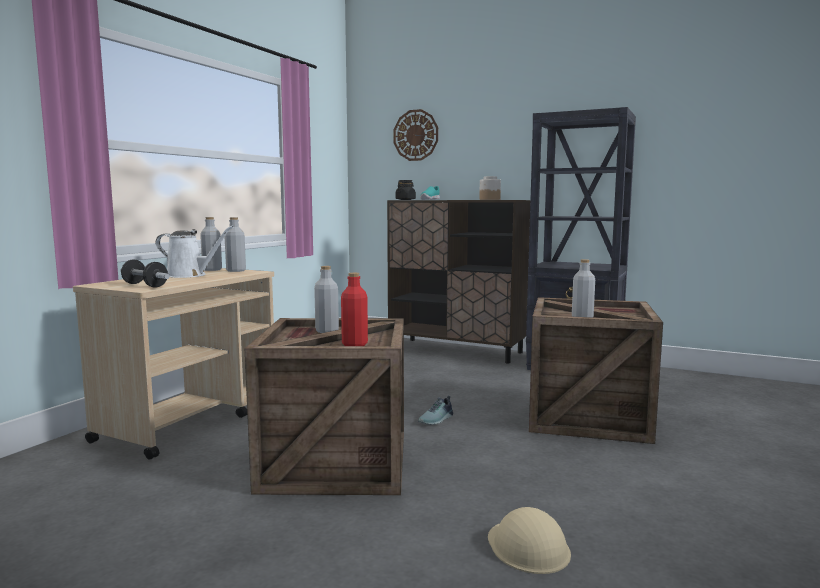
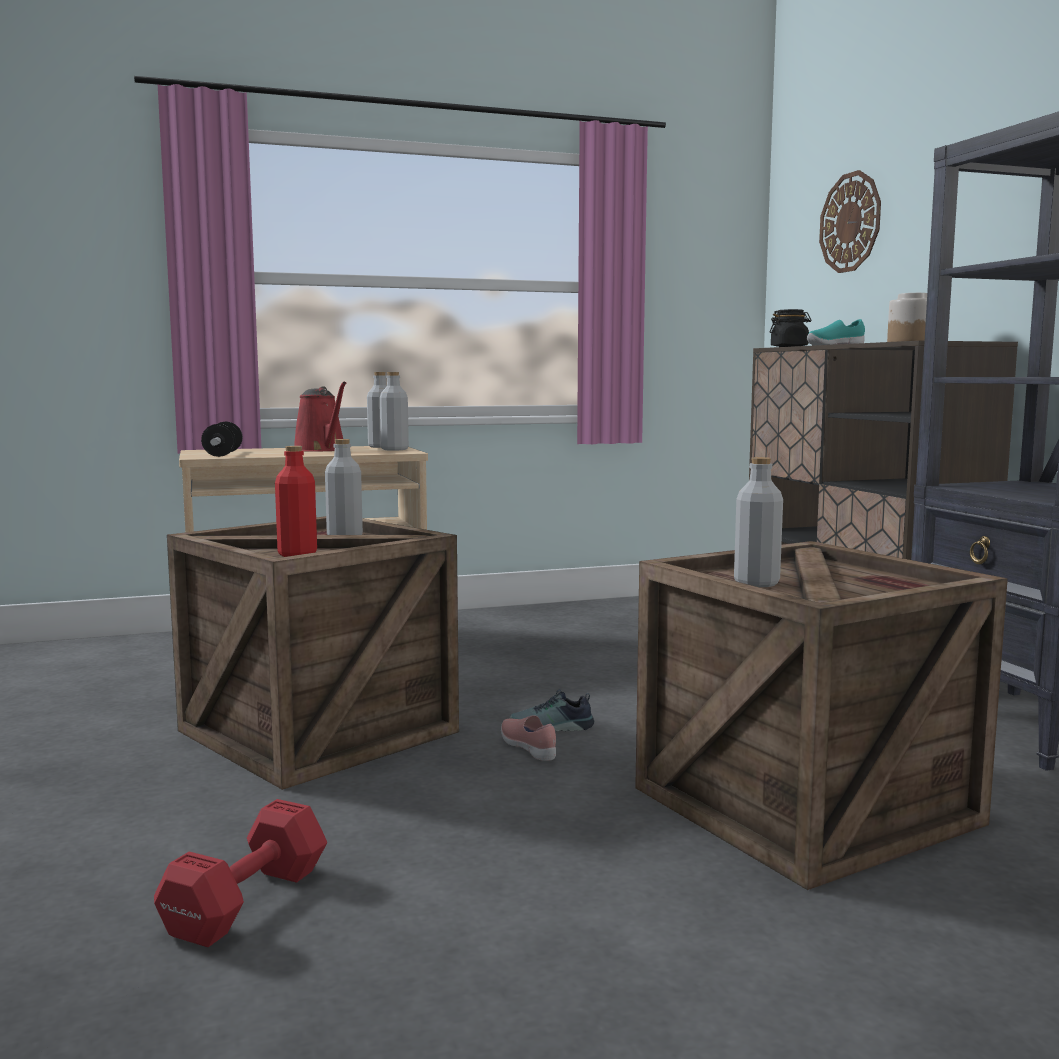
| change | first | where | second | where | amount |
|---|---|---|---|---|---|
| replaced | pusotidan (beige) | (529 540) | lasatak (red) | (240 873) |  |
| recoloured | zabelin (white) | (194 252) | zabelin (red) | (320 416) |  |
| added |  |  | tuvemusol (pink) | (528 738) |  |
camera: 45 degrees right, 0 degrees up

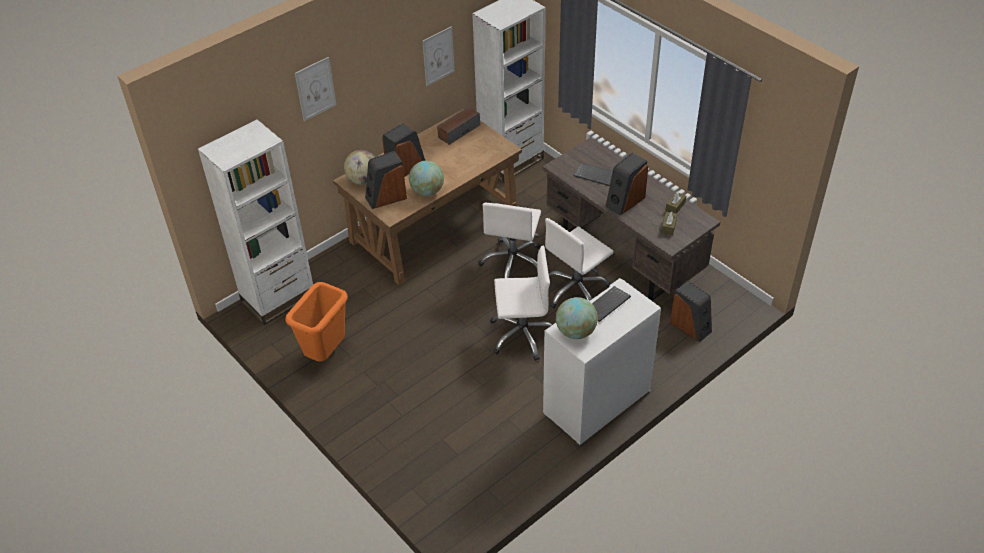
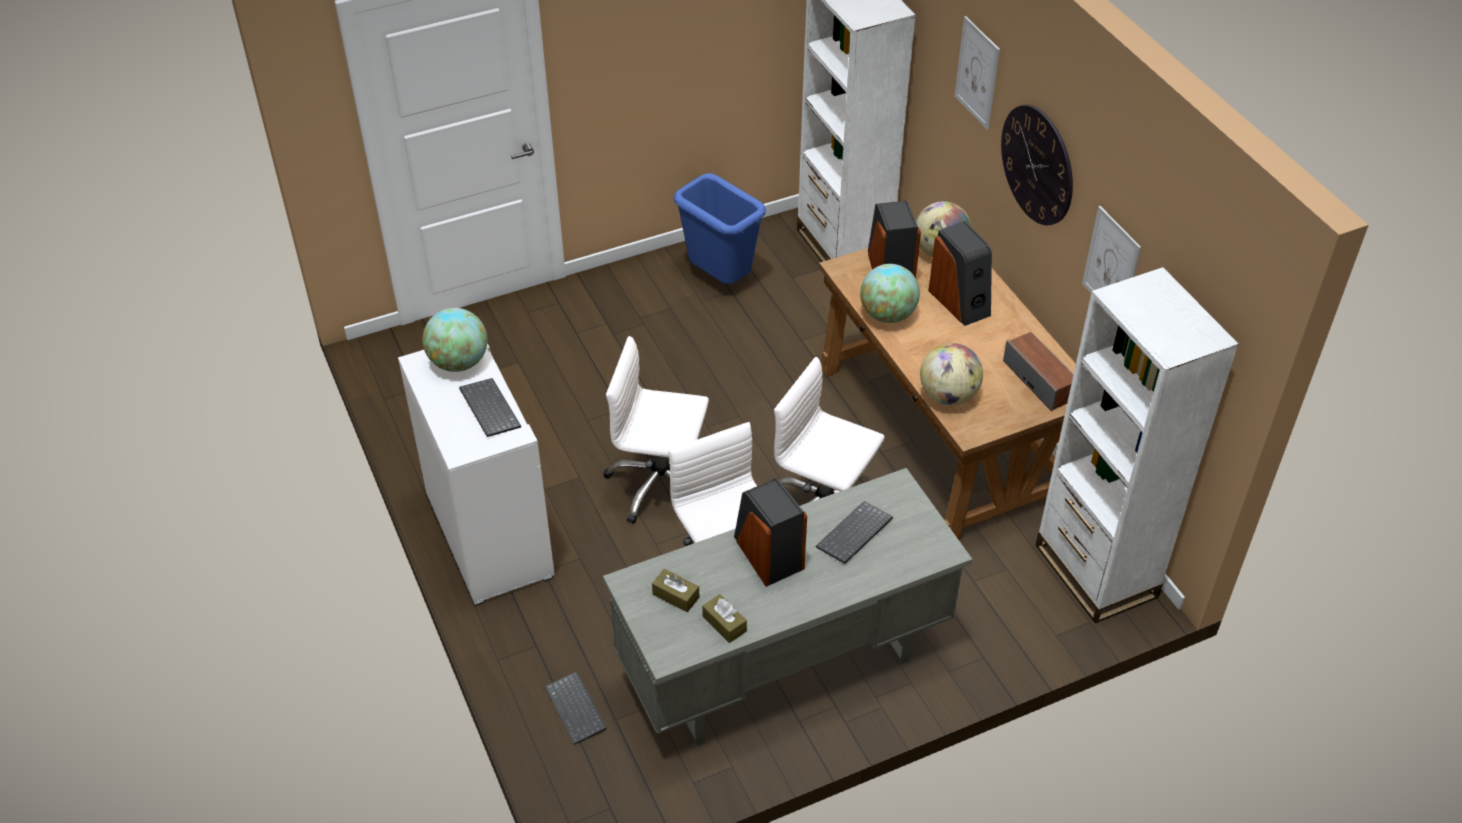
| change | first | where | second | where | amount |
|---|---|---|---|---|---|
| replaced | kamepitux | (691 311) | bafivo | (576 708) |  |
| turned | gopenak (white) | (521 303) |  | (656 430) | 90 degrees clockwise |
| recoloured | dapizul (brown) | (631 219) | dapizul (grey) | (787 607) |  |
| recoloured | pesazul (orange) | (316 322) | pesazul (blue) | (720 228) |  |
| added |  |  | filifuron | (951 374) |  |
| added |  |  | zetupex | (1037 165) |  |
camera: 105 degrees right, 0 degrees up

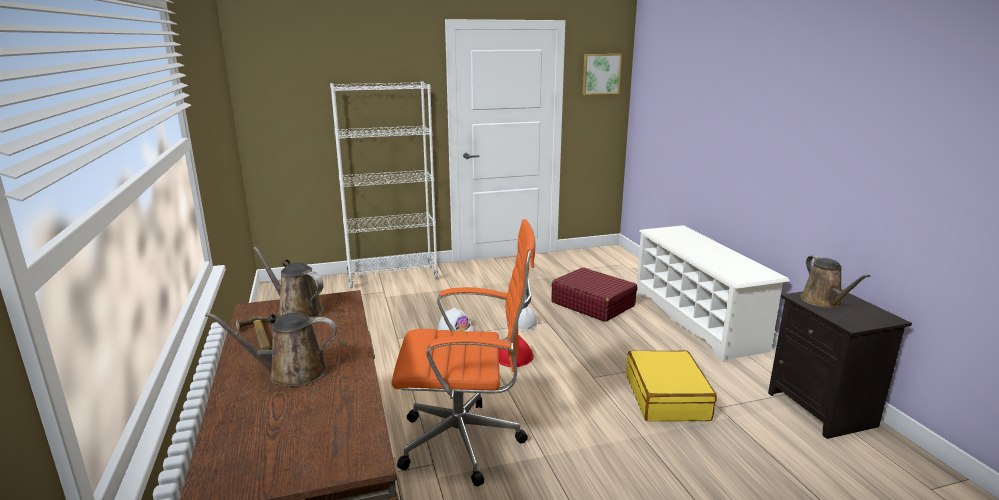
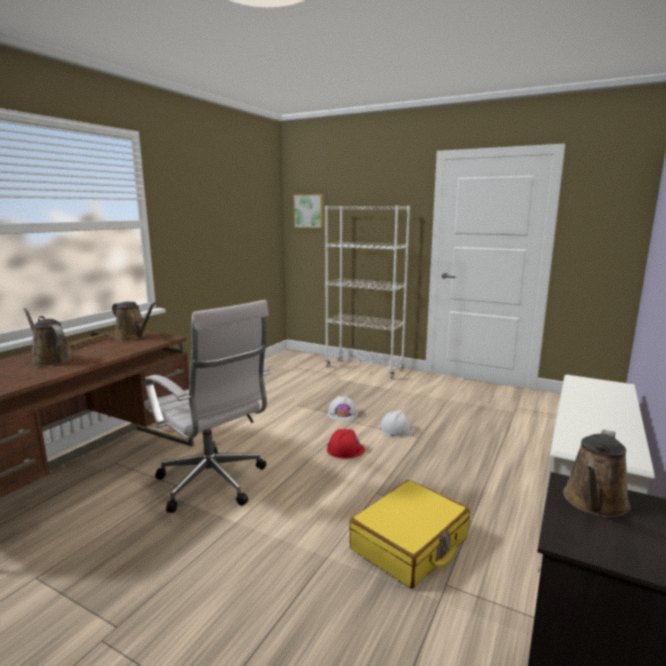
| change | first | where | second | where | amount |
|---|---|---|---|---|---|
| turned | zabelin (brown) | (288 282) |  | (134 321) | 135 degrees clockwise |
| recoloured | gopenak (orange) | (463 352) | gopenak (white) | (207 406) |  |
| moved | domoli | (602 74) |  | (308 211) |  |
| removed | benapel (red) | (594 295) |  |  |  |
camera: 45 degrees right, 5 degrees down

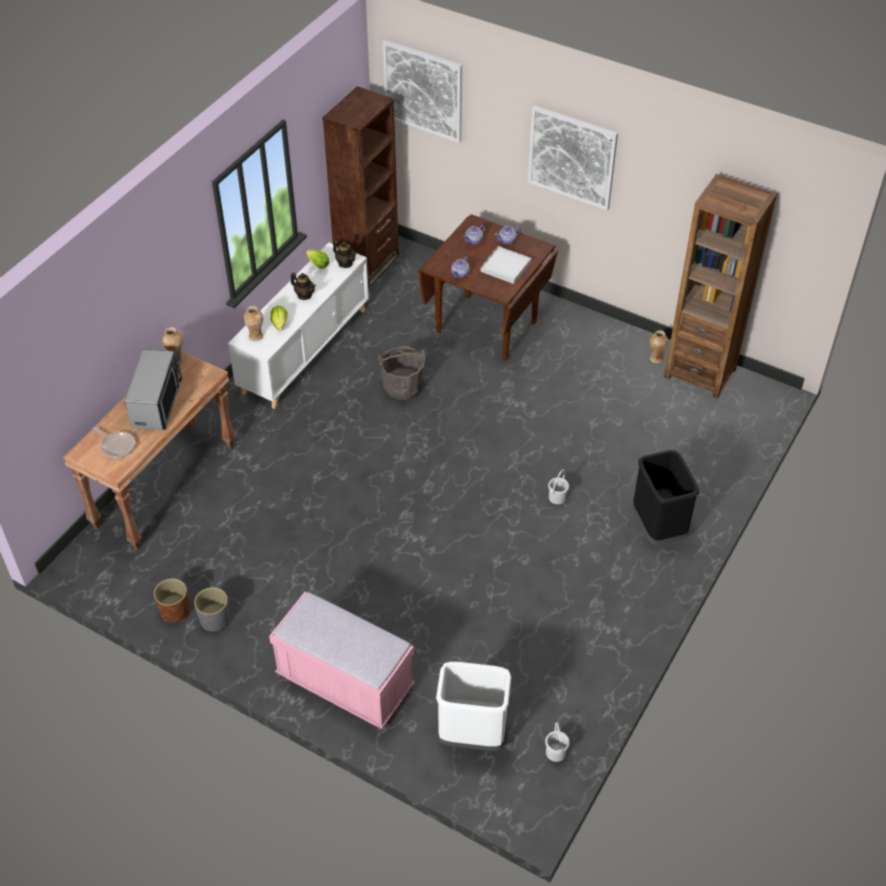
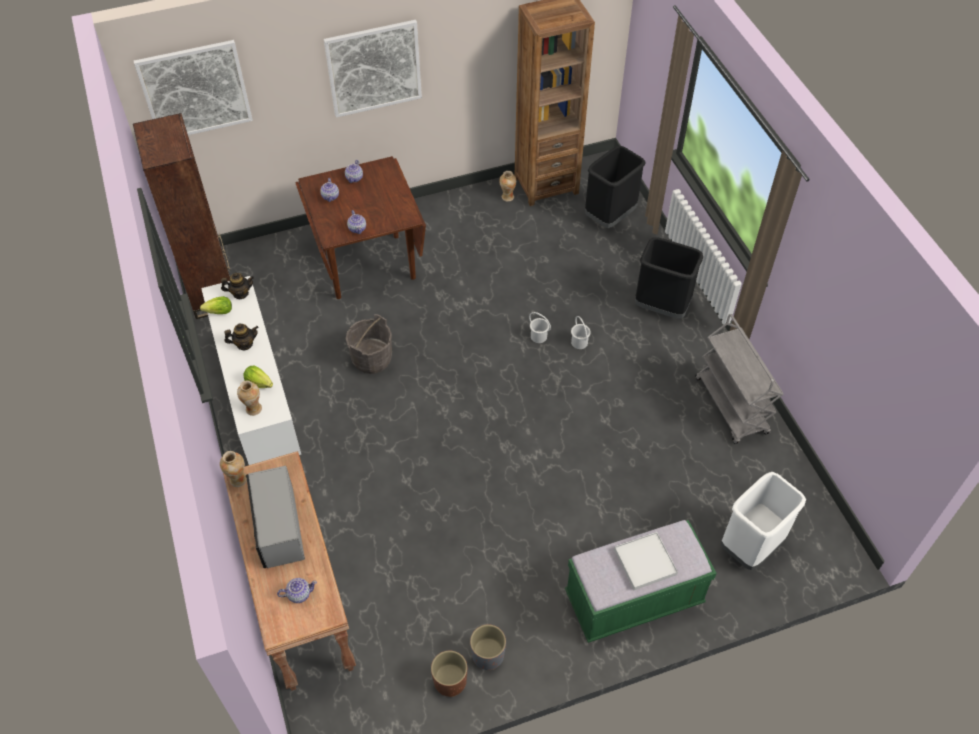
| change | first | where | second | where | amount |
|---|---|---|---|---|---|
| turned | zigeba | (153 389) |  | (275 517) | 150 degrees counterclockwise |
| replaced | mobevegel | (114 442) | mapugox | (297 590) |  |
| moved | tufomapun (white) | (557 742) |  | (540 327) |  |
| recoloured | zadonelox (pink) | (342 660) | zadonelox (green) | (641 581) |  |
| added |  |  | pesazul (black) | (615 187) |  |
| moved | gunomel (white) | (506 265) |  | (646 561) |  |
| added |  |  | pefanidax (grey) | (739 379) |  |
camera: 50 degrees left, 5 degrees up

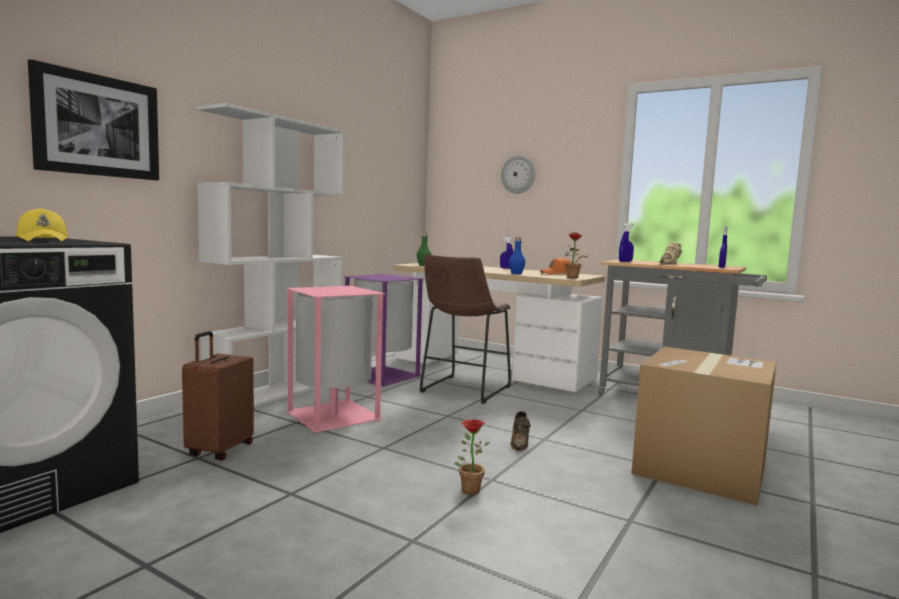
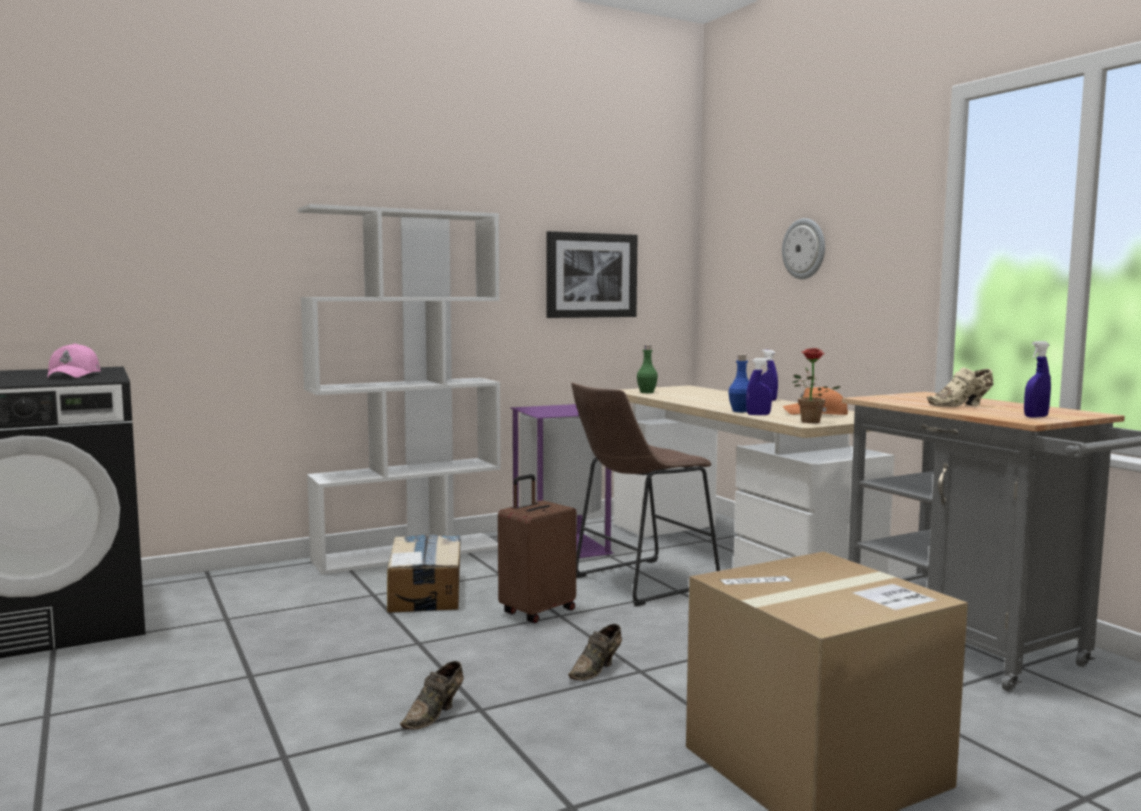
| change | first | where | second | where | amount |
|---|---|---|---|---|---|
| recoloured | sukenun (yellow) | (42 224) | sukenun (pink) | (74 360) |  |
| replaced | pesazul (pink) | (335 359) | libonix | (424 573) |  |
| replaced | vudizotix | (472 457) | tuvemusol (brown) | (432 695) |  |
| moved | benapel (brown) | (218 395) |  | (537 548) |  |
| moved | domoli | (93 120) |  | (592 274) |  |
| moved | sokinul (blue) | (626 243) |  | (759 386) |  |
camera: 30 degrees right, 0 degrees up

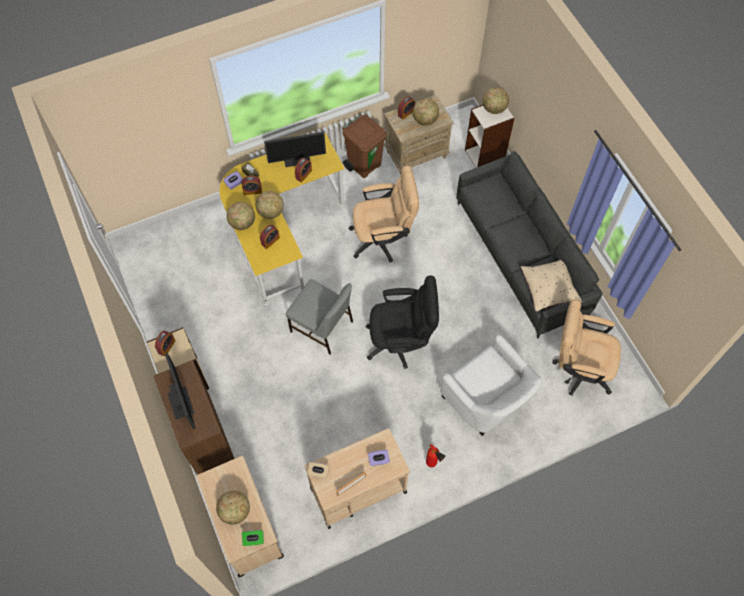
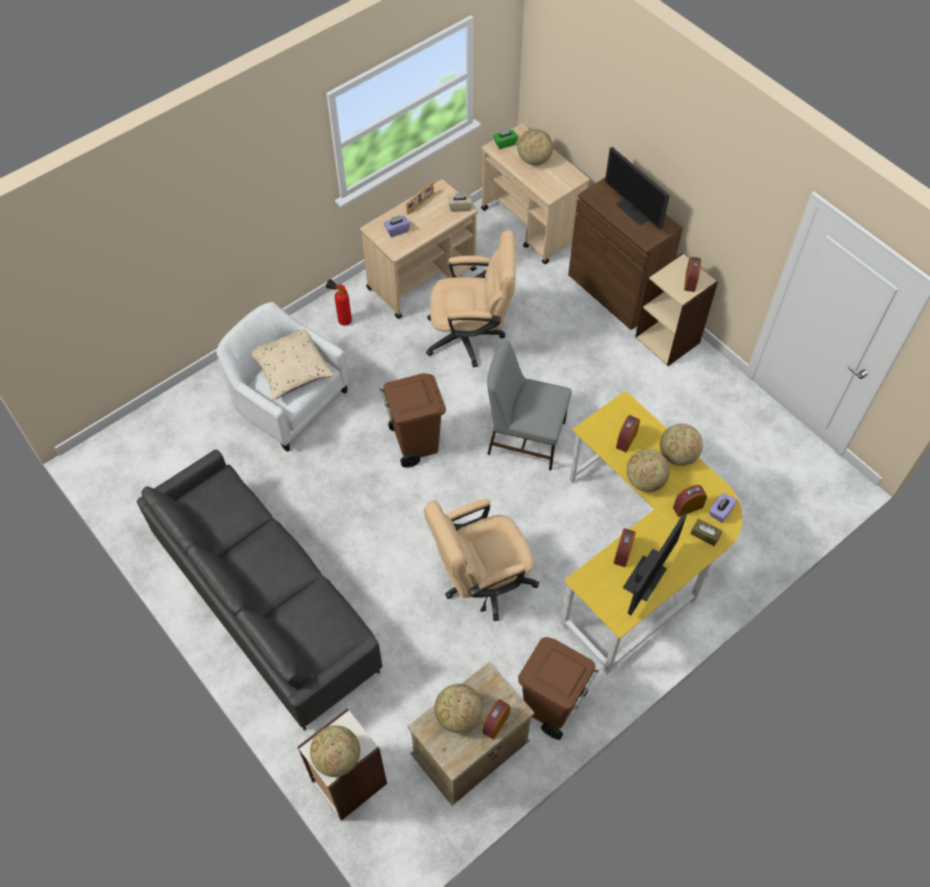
| change | first | where | second | where | amount |
|---|---|---|---|---|---|
| moved | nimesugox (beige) | (551 285) |  | (293 363) |  |
| replaced | gopenak (black) | (402 322) | pesazul (brown) | (413 420) |  |
| moved | gopenak (beige) | (586 347) |  | (471 299) |  |
| turned | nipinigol | (295 149) |  | (655 564) | 150 degrees clockwise |
camera: 165 degrees right, 5 degrees down

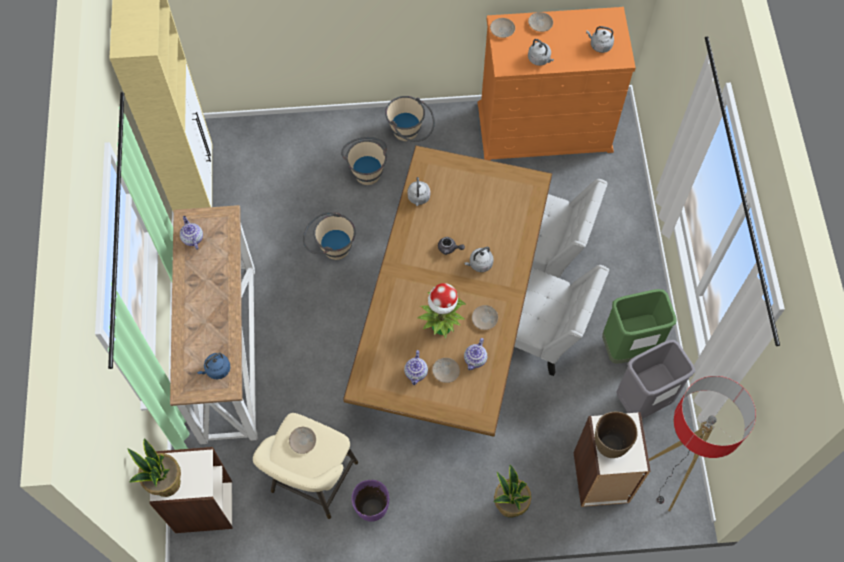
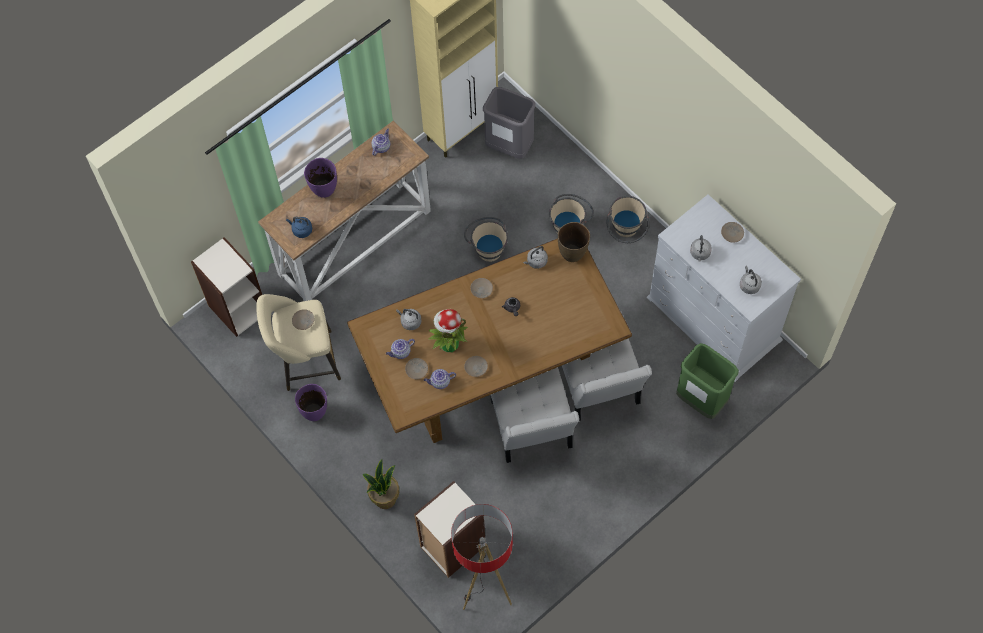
| change | first | where | second | where | amount |
|---|---|---|---|---|---|
| added |  |  | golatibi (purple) | (320 178) |  |
| moved | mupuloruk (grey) | (479 259) |  | (408 319) |  |
| moved | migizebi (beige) | (502 28) |  | (481 288) |  |
| moved | pesazul (grey) | (655 379) |  | (509 123) |  |
| moved | golatibi (brown) | (616 435) |  | (574 242) |  |
| recoloured | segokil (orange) | (557 84) | segokil (white) | (724 288) |  |
| moved | pesazul (green) | (639 326) |  | (707 381) |  |
| removed | vudizotix | (154 467) |  |  |  |
camera: 55 degrees right, 0 degrees up

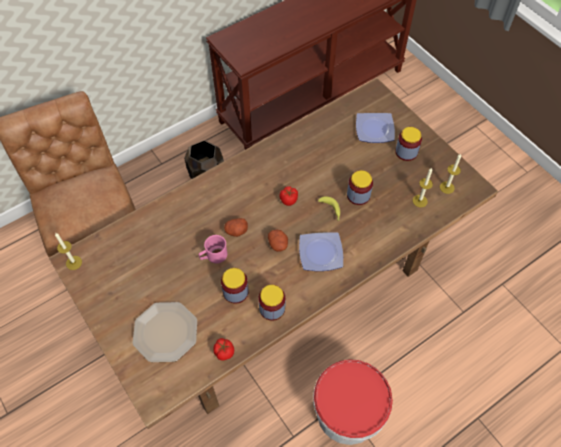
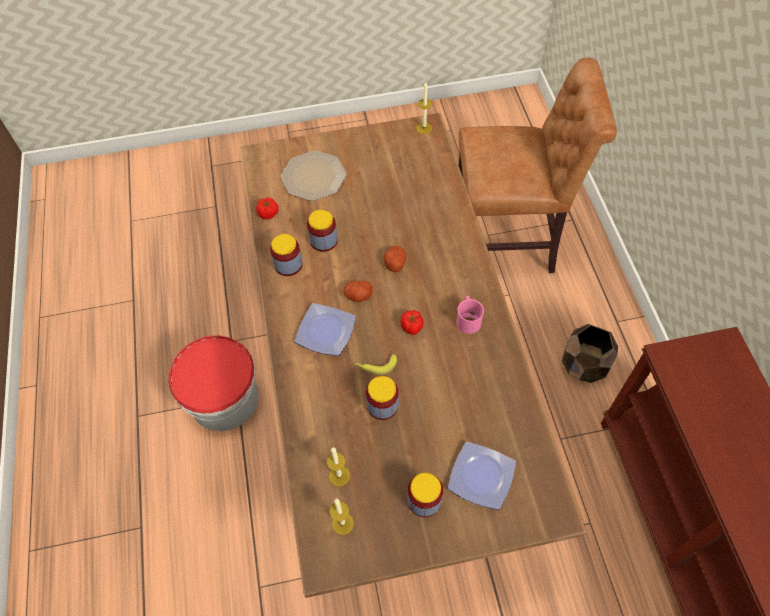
| change | first | where | second | where | amount |
|---|---|---|---|---|---|
| moved | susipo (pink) | (212 249) |  | (470 315) |  |
camera: 115 degrees right, 0 degrees up

